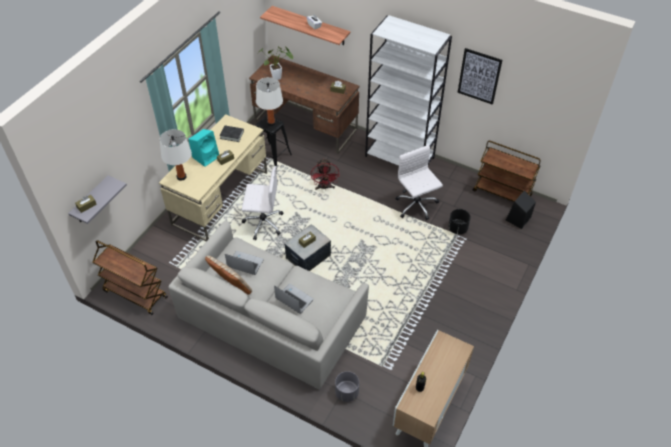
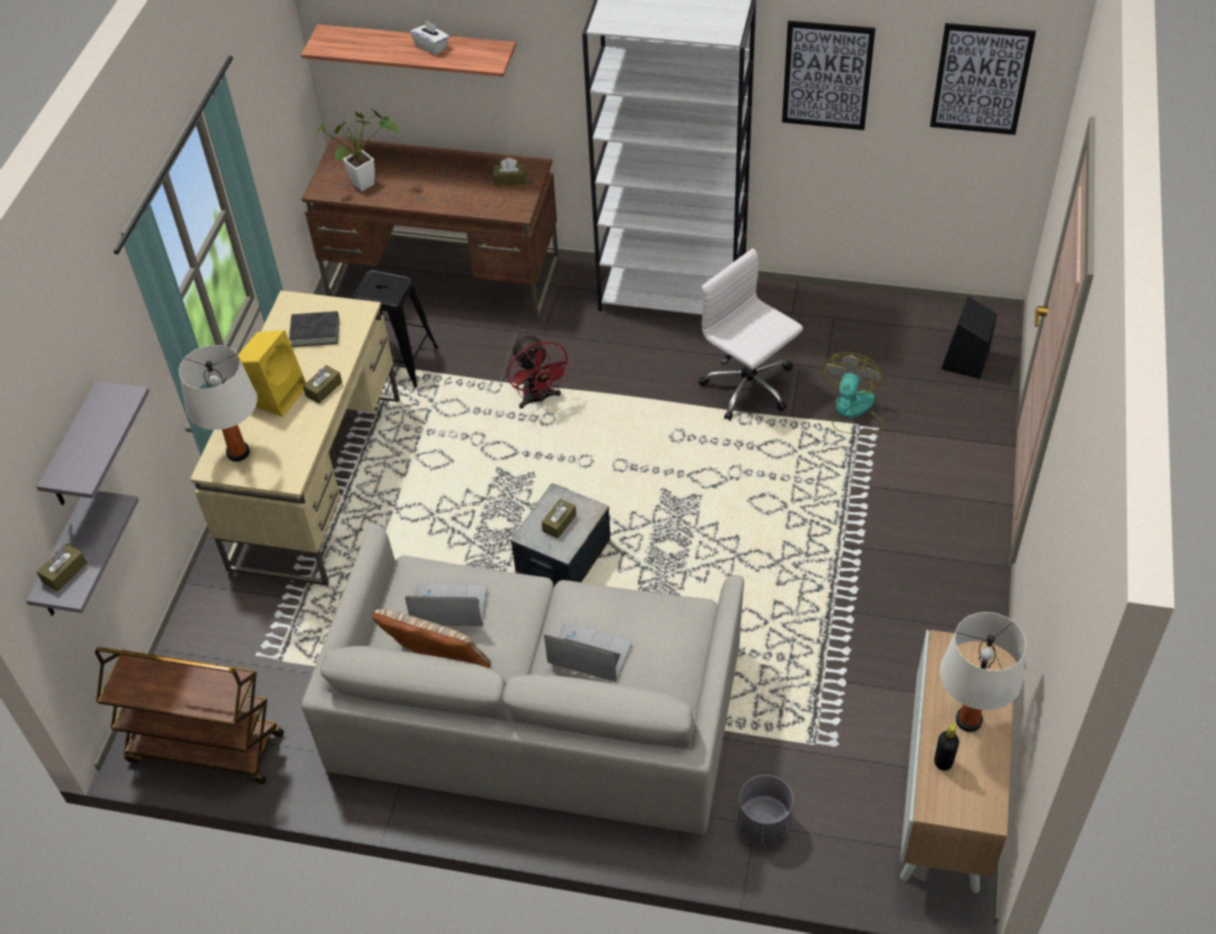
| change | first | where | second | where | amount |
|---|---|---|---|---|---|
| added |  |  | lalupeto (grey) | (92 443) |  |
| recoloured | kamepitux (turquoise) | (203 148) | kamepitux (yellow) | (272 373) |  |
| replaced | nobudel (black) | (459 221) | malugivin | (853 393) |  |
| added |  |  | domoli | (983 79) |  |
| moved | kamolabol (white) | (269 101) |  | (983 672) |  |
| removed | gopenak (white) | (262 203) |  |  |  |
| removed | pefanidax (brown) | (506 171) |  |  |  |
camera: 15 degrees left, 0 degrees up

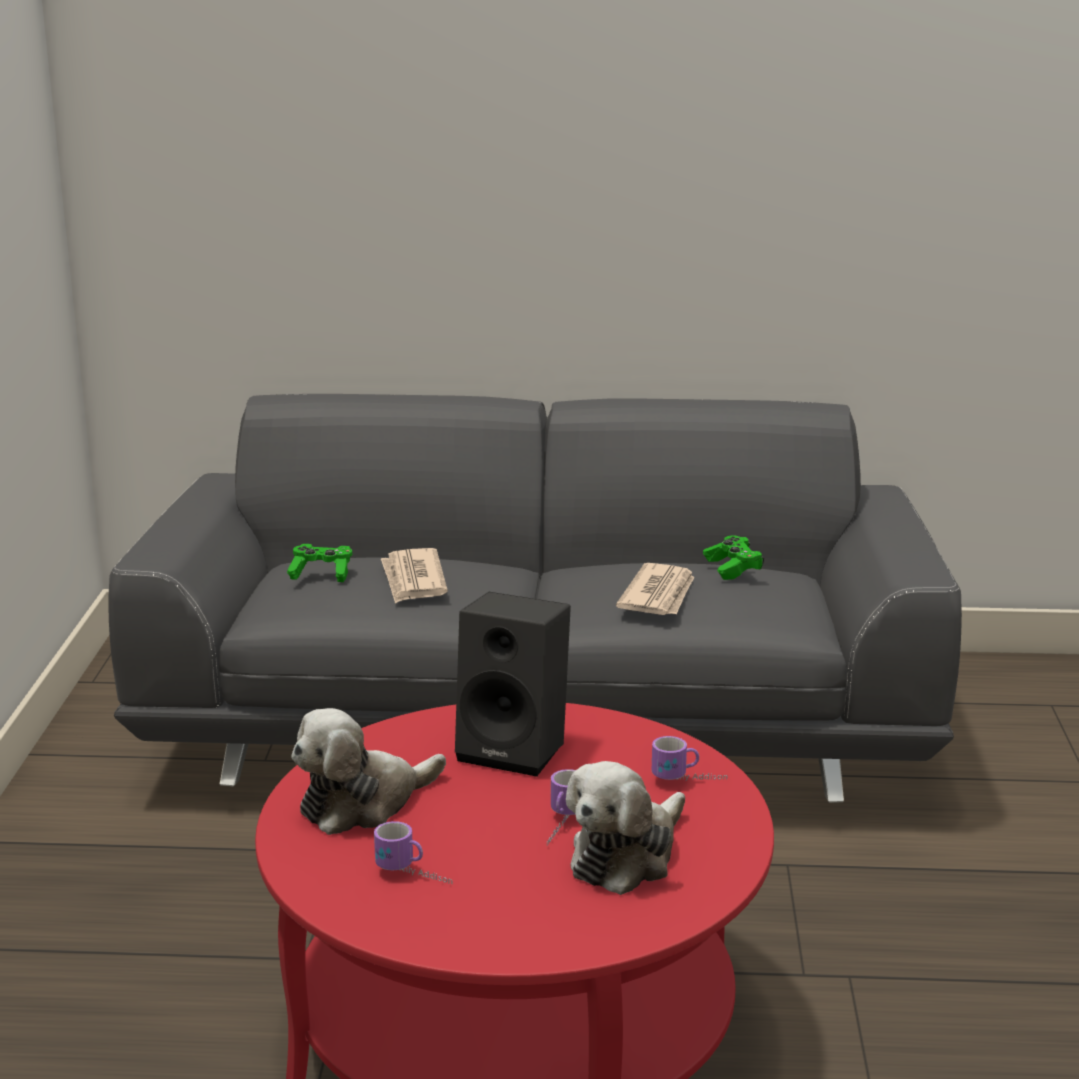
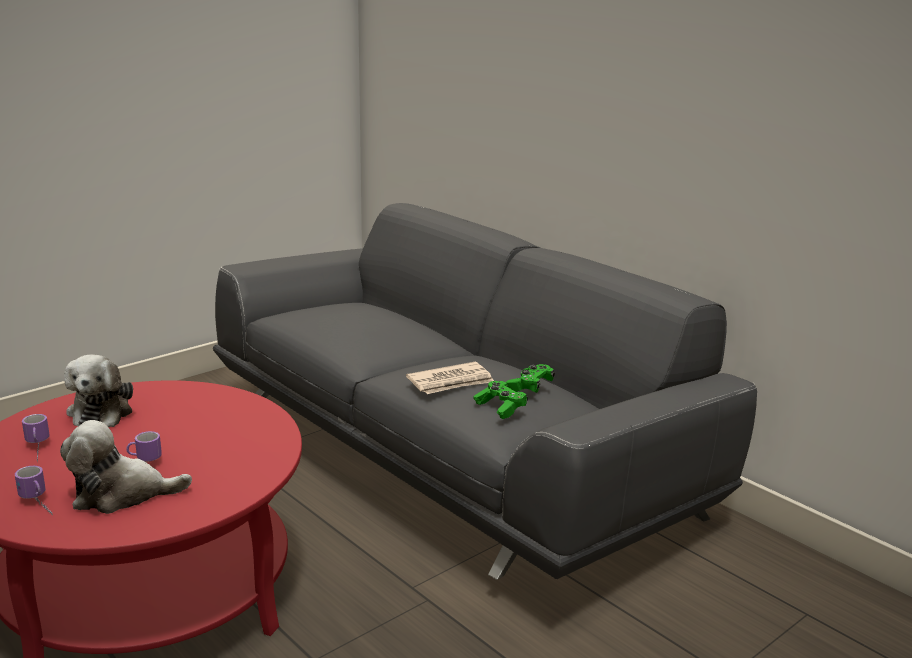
| change | first | where | second | where | amount |
|---|---|---|---|---|---|
| moved | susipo | (689 758) |  | (34 491) |  |
| turned | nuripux | (368 771) |  | (98 391) | 105 degrees counterclockwise |
| moved | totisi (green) | (319 563) |  | (500 400) |  |
| removed | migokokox | (414 576) |  |  |  |
| removed | kamepitux (black) | (513 684) |  |  |  |
camera: 45 degrees right, 0 degrees up

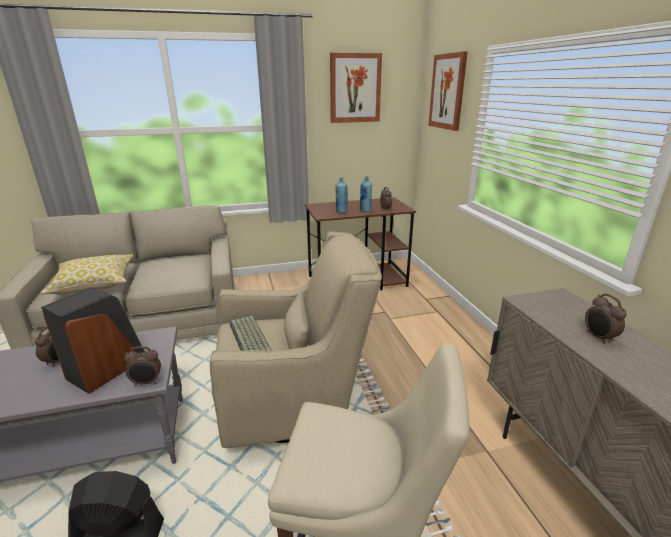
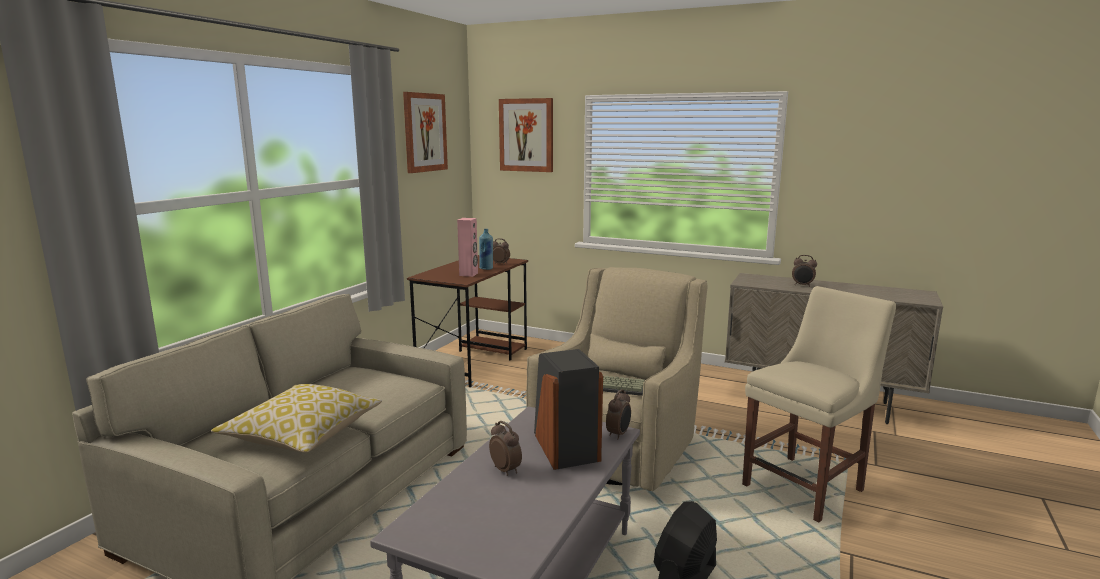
| change | first | where | second | where | amount |
|---|---|---|---|---|---|
| replaced | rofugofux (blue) | (342 195) | kamepitux (pink) | (467 247) |  |
camera: 50 degrees left, 10 degrees down

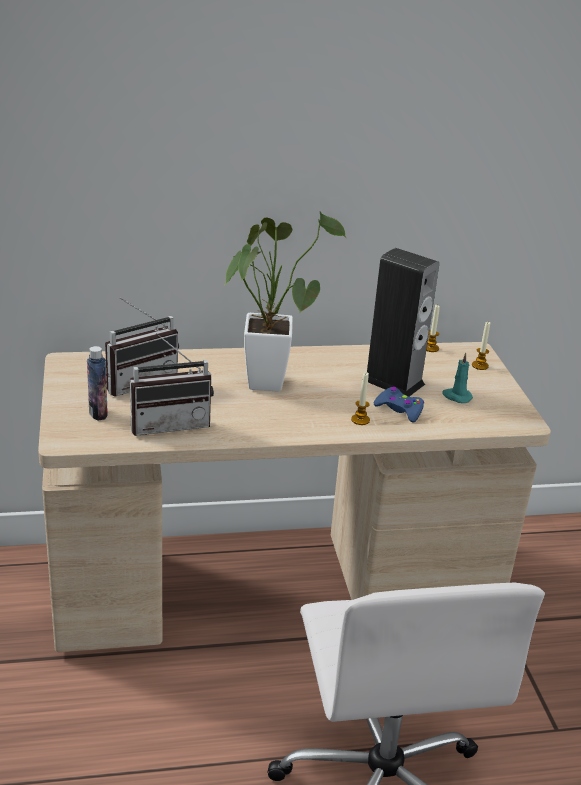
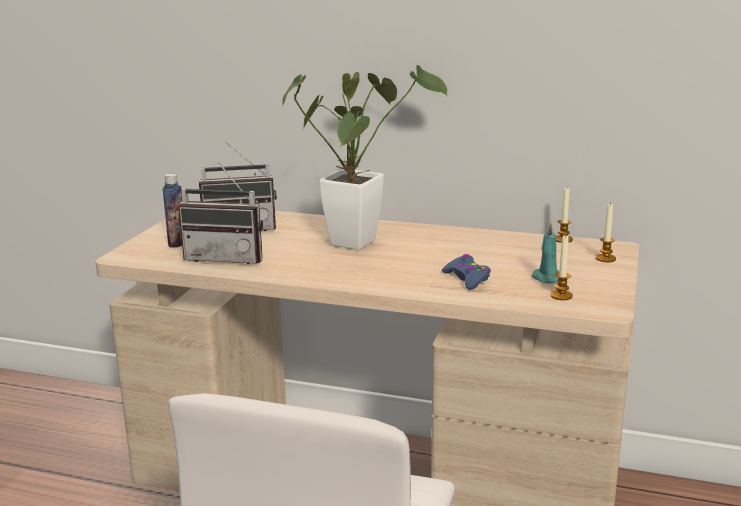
| change | first | where | second | where | amount |
|---|---|---|---|---|---|
| moved | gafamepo | (360 398) |  | (561 267) |  |
| removed | kamepitux | (403 322) |  |  |  |
camera: 30 degrees right, 10 degrees down

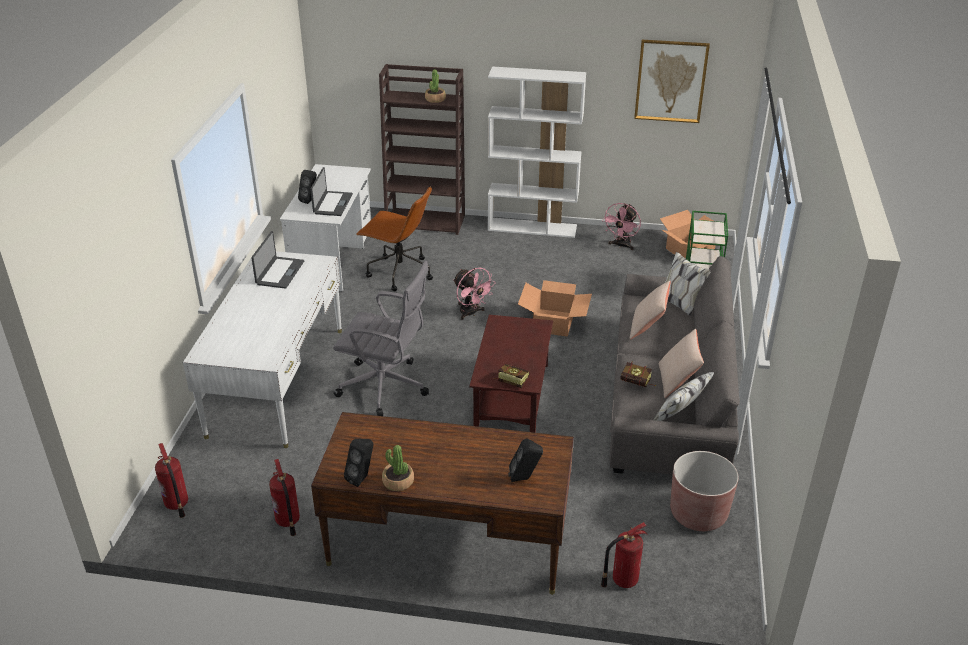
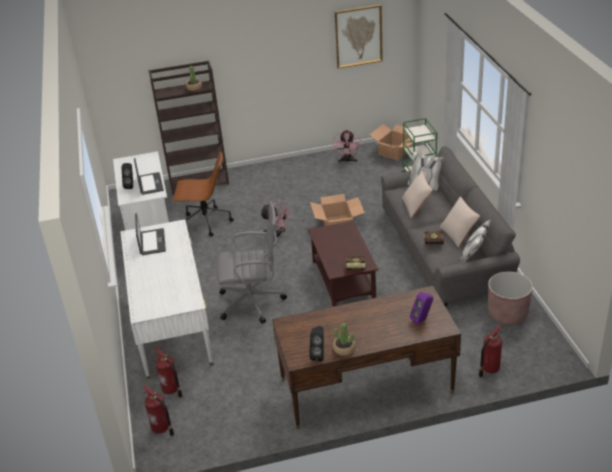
| change | first | where | second | where | amount |
|---|---|---|---|---|---|
| moved | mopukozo | (284 497) |  | (168 372) |  |
| recoloured | kamepitux (black) | (525 460) | kamepitux (purple) | (421 308) |  |
| removed | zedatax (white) | (537 152) |  |  |  |
camera: 20 degrees left, 0 degrees up

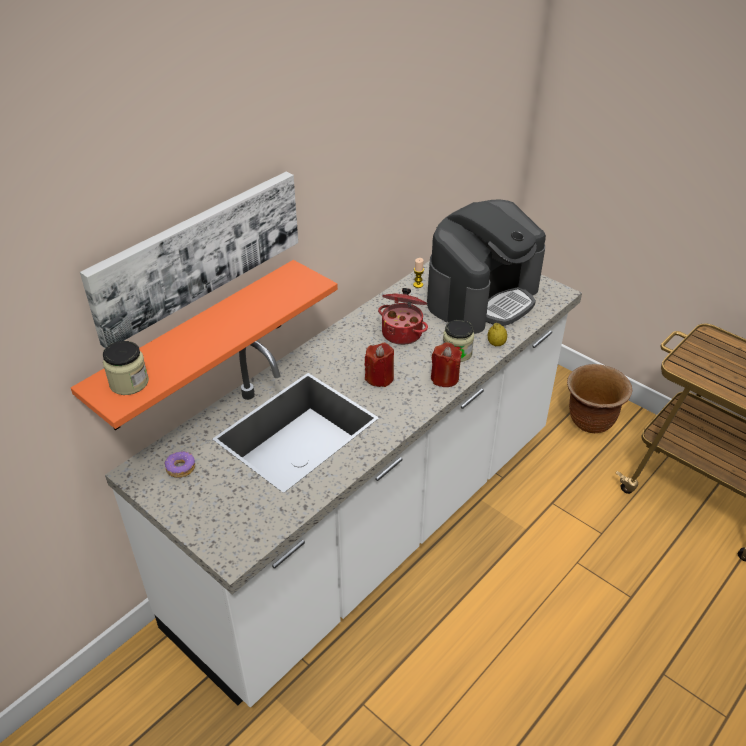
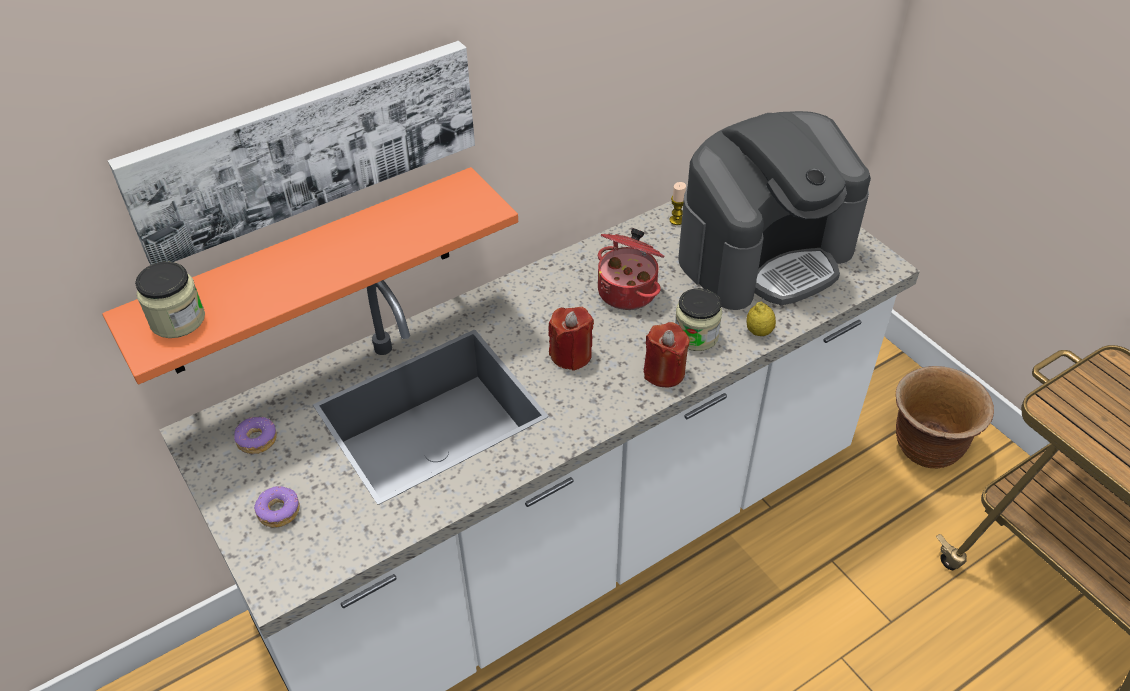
| change | first | where | second | where | amount |
|---|---|---|---|---|---|
| added |  |  | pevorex | (277 507) |  |
camera: 15 degrees right, 5 degrees up

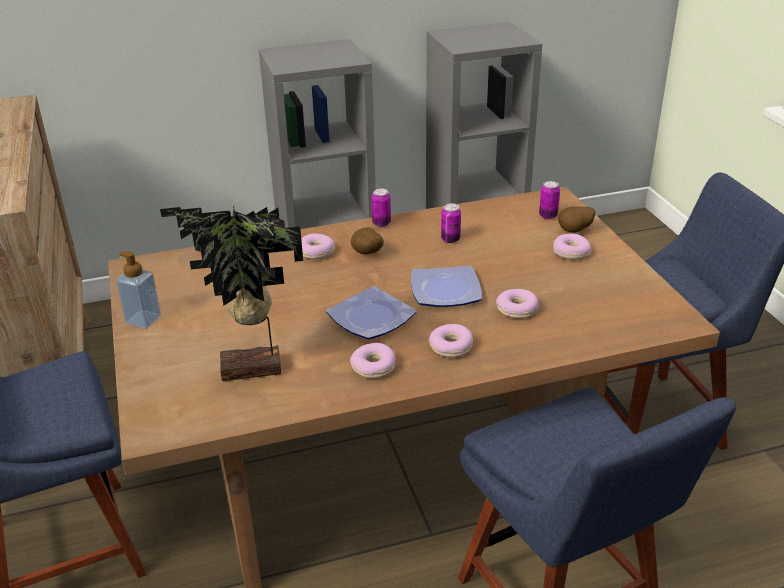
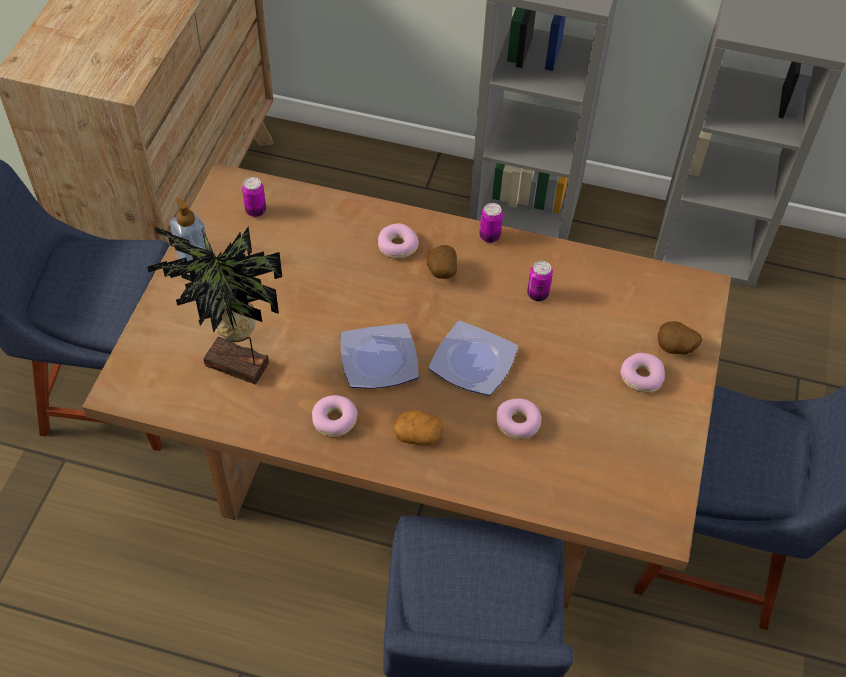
| change | first | where | second | where | amount |
|---|---|---|---|---|---|
| moved | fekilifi | (549 200) |  | (254 197) |  |
| replaced | pevorex | (451 340) | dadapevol | (418 428) |  |
camera: 30 degrees right, 20 degrees up

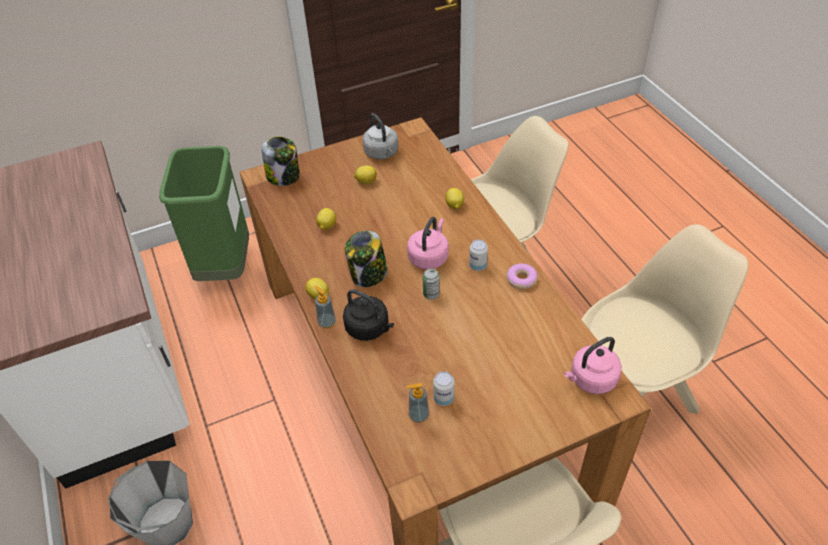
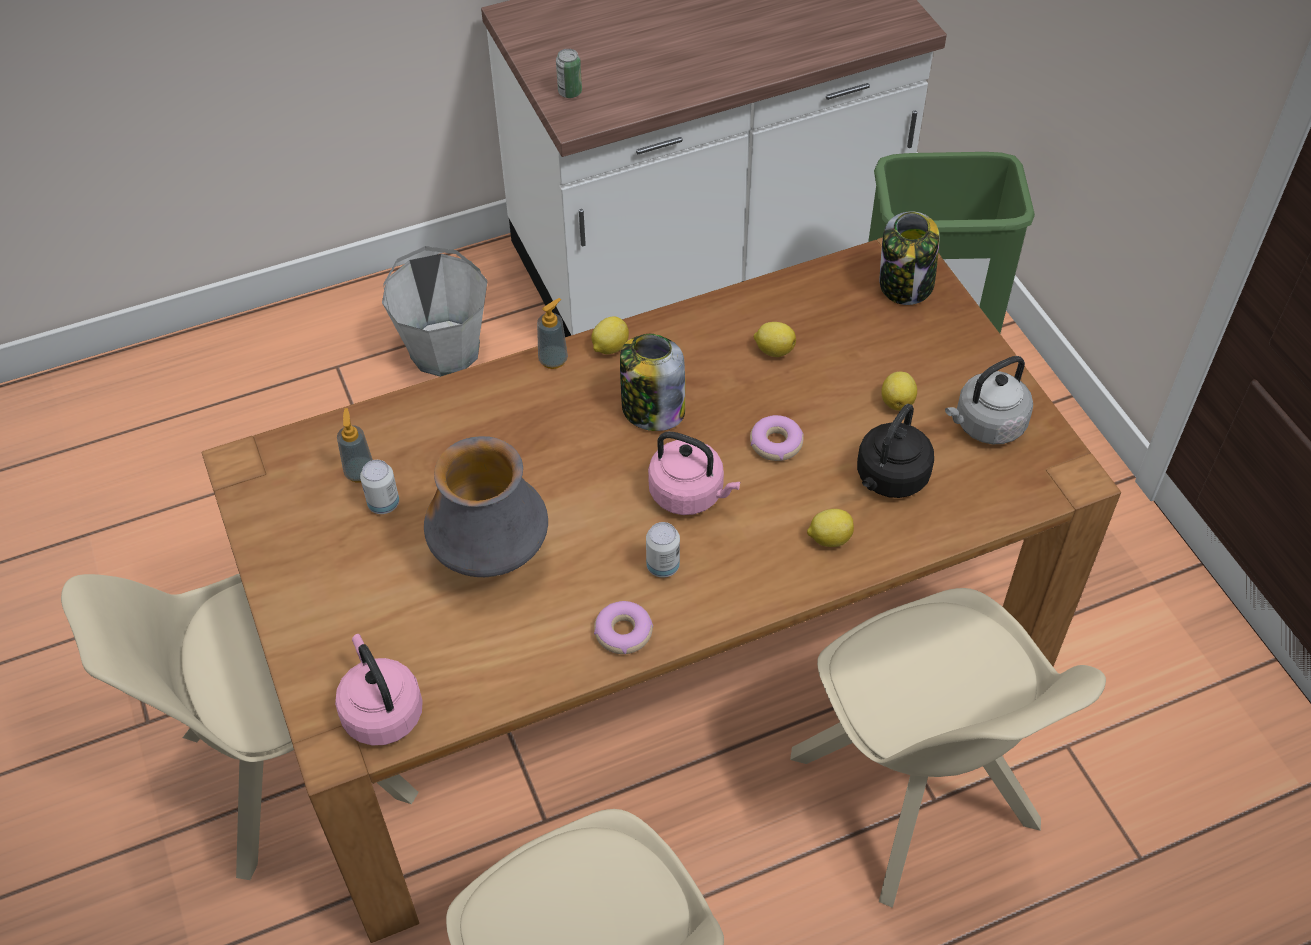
| change | first | where | second | where | amount |
|---|---|---|---|---|---|
| added |  |  | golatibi | (486 506) |  |
| moved | fekilifi | (431 284) |  | (569 73) |  |
| added |  |  | pevorex | (777 438) |  |
| moved | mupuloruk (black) | (368 315) |  | (895 451) |  |
camera: 90 degrees right, 5 degrees up

